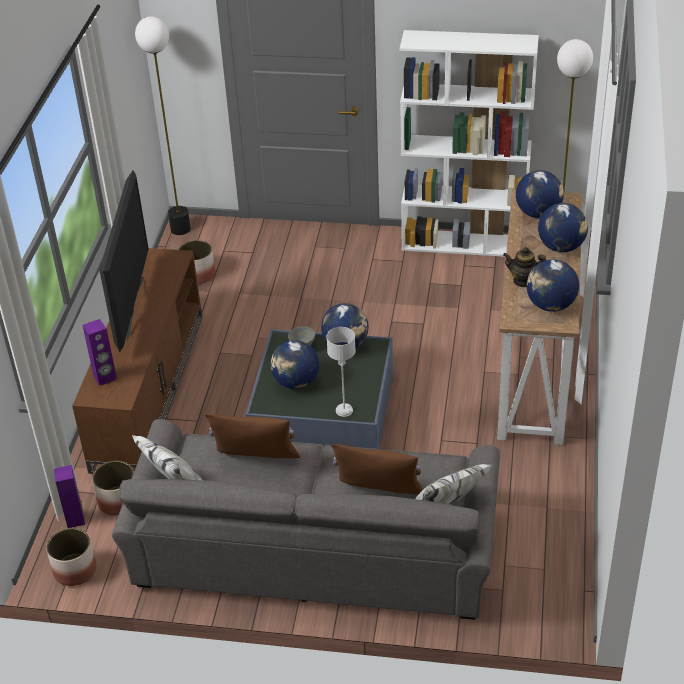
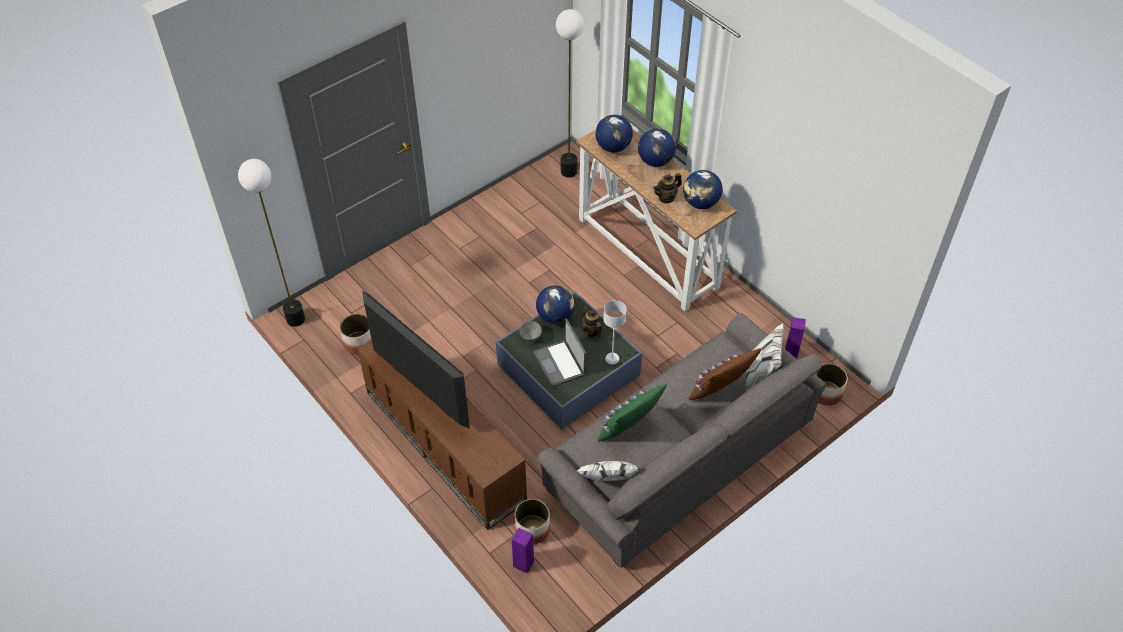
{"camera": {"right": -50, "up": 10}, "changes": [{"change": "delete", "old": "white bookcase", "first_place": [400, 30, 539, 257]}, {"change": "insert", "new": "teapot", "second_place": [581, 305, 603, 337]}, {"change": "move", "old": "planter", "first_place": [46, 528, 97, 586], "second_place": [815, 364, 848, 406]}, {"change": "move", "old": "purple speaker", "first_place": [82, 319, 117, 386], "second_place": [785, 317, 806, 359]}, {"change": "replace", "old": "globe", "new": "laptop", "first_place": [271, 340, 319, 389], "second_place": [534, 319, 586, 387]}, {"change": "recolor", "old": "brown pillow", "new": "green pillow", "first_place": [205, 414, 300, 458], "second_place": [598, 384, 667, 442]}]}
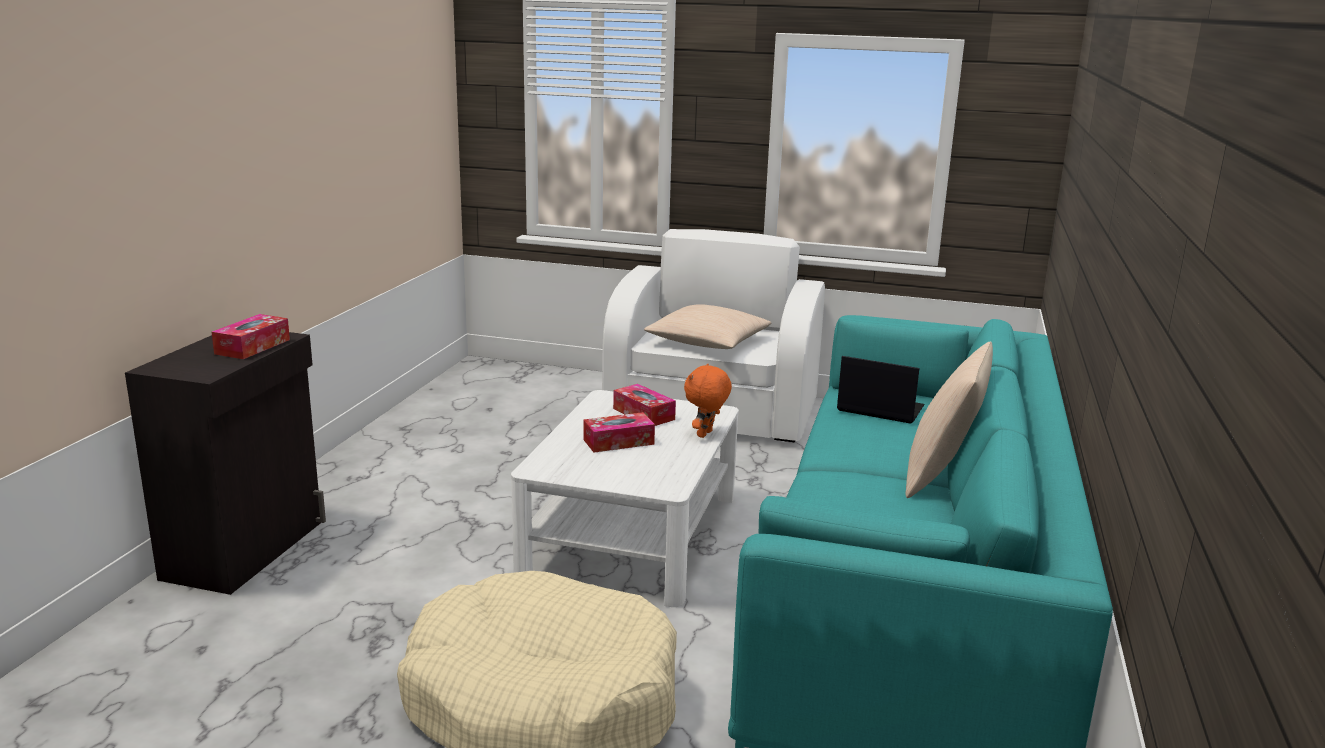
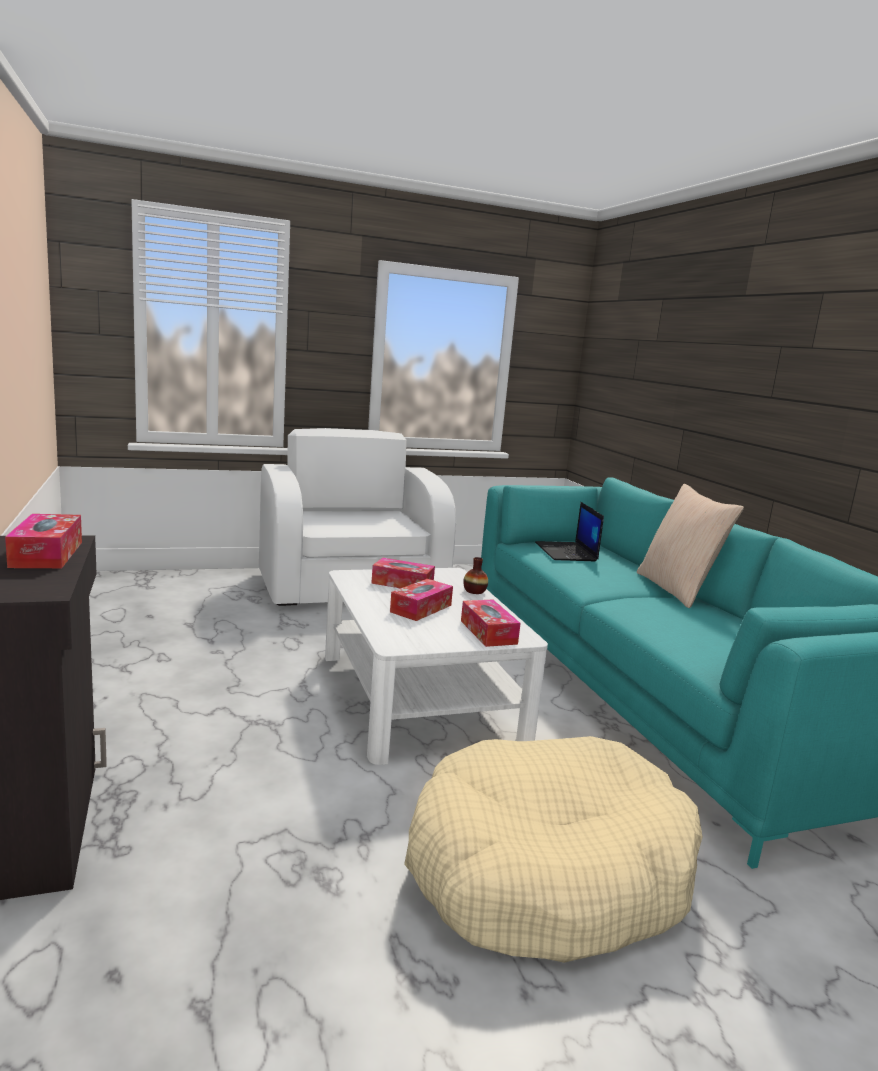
{"camera": {"right": -35, "up": -5}, "changes": [{"change": "delete", "old": "beige pillow", "first_place": [644, 304, 771, 349]}, {"change": "insert", "new": "tissue box", "second_place": [461, 599, 521, 647]}, {"change": "replace", "old": "orange plush toy", "new": "vase", "first_place": [684, 363, 732, 438], "second_place": [463, 557, 488, 594]}, {"change": "rotate", "old": "laptop", "first_place": [837, 356, 925, 424], "second_place": [535, 502, 604, 562], "degrees": -90}]}
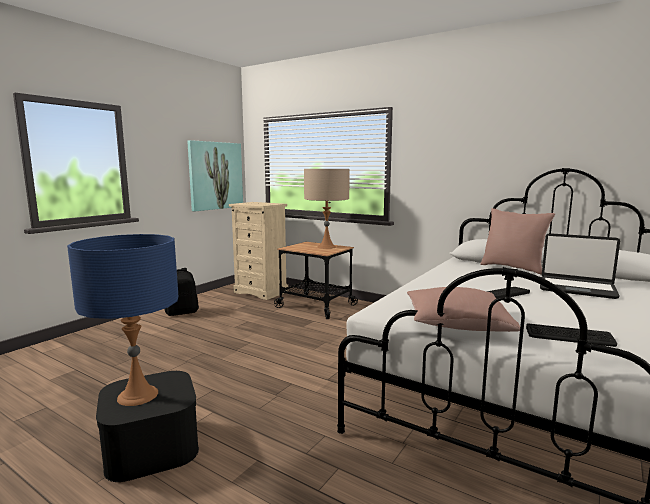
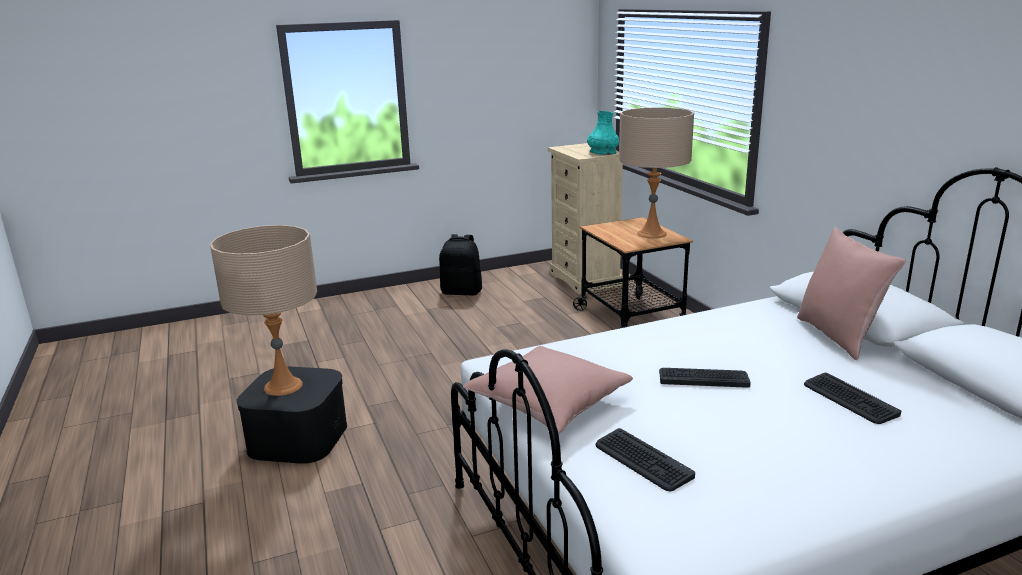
{"camera": {"right": 35, "up": 10}, "changes": [{"change": "delete", "old": "picture", "first_place": [187, 140, 243, 211]}, {"change": "insert", "new": "turquoise vase", "second_place": [587, 111, 619, 155]}, {"change": "replace", "old": "laptop", "new": "keyboard", "first_place": [540, 233, 620, 299], "second_place": [804, 373, 901, 424]}, {"change": "recolor", "old": "blue table lamp", "new": "beige table lamp", "first_place": [67, 234, 178, 406], "second_place": [210, 225, 317, 396]}]}
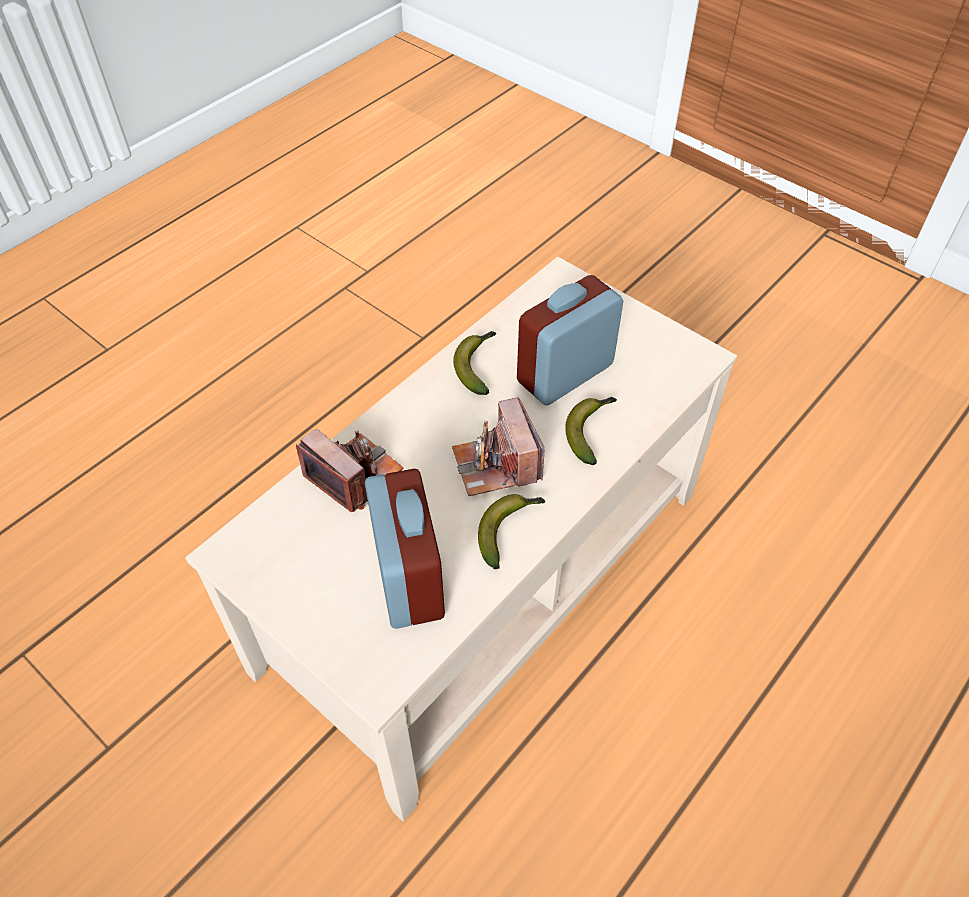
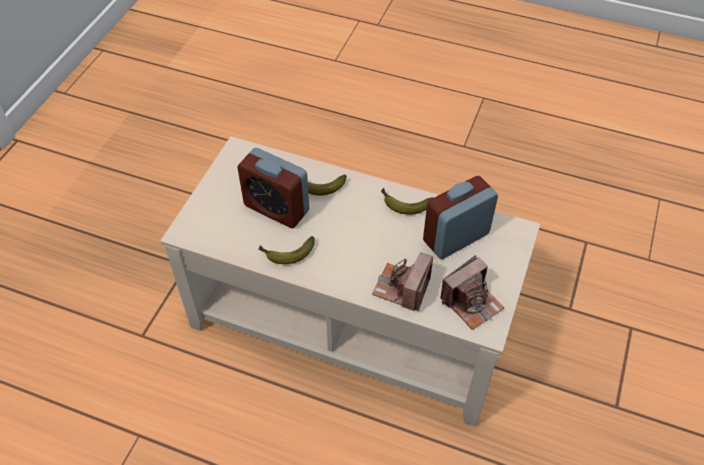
{"camera": {"right": -110, "up": 0}, "changes": [{"change": "move", "old": "photo camera", "first_place": [452, 397, 544, 496], "second_place": [440, 255, 504, 330]}]}
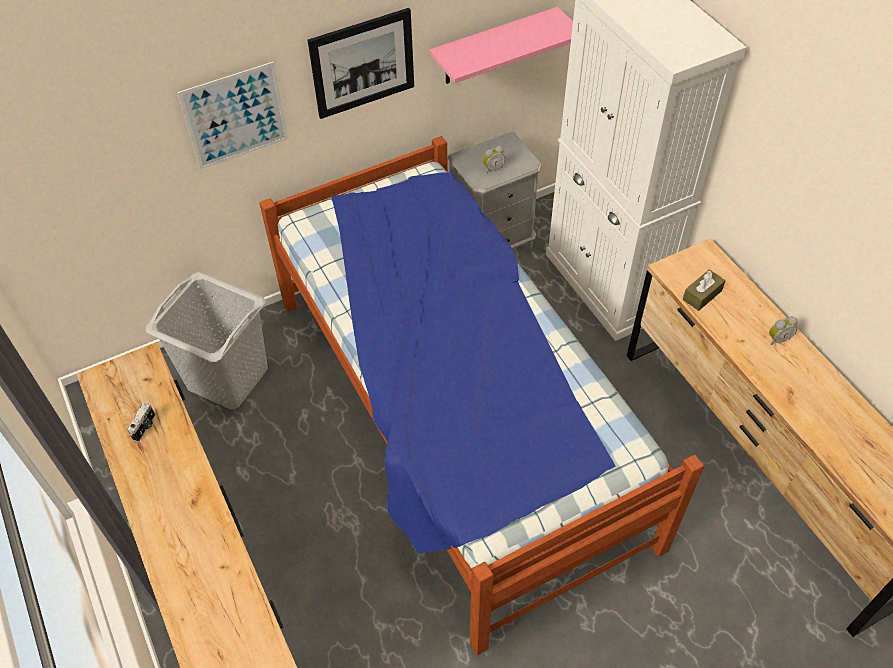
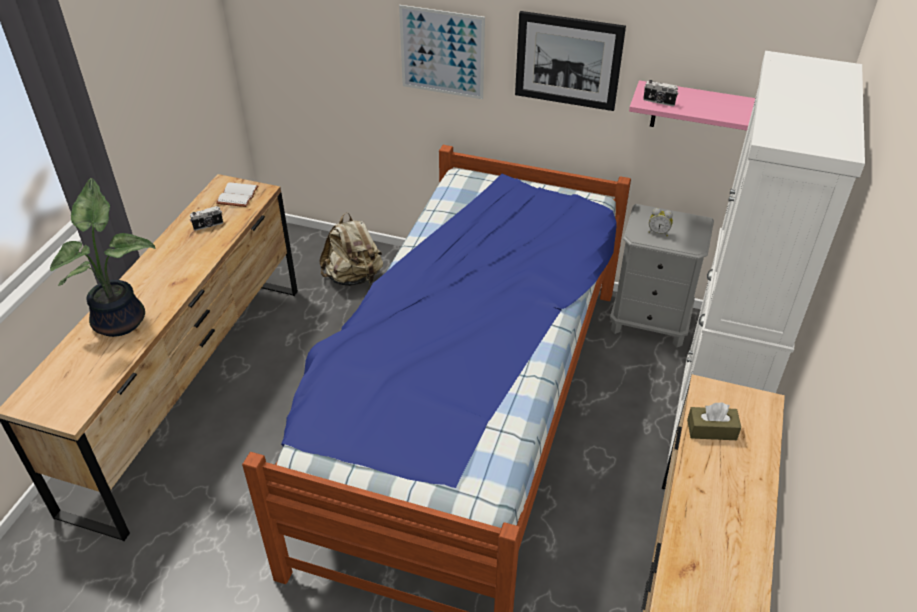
{"camera": {"right": 45, "up": -10}, "changes": [{"change": "delete", "old": "alarm clock", "first_place": [769, 316, 798, 345]}, {"change": "insert", "new": "potted plant", "second_place": [50, 178, 156, 337]}, {"change": "insert", "new": "white book", "second_place": [216, 182, 259, 207]}, {"change": "insert", "new": "photo camera", "second_place": [643, 80, 678, 106]}, {"change": "replace", "old": "grey laundry basket", "new": "beige backpack", "first_place": [145, 272, 268, 410], "second_place": [319, 212, 383, 286]}]}
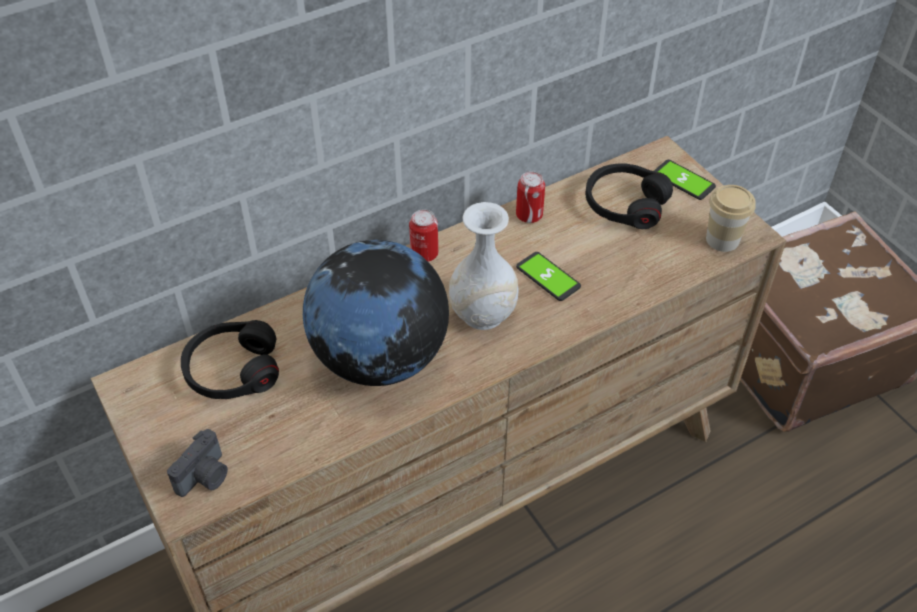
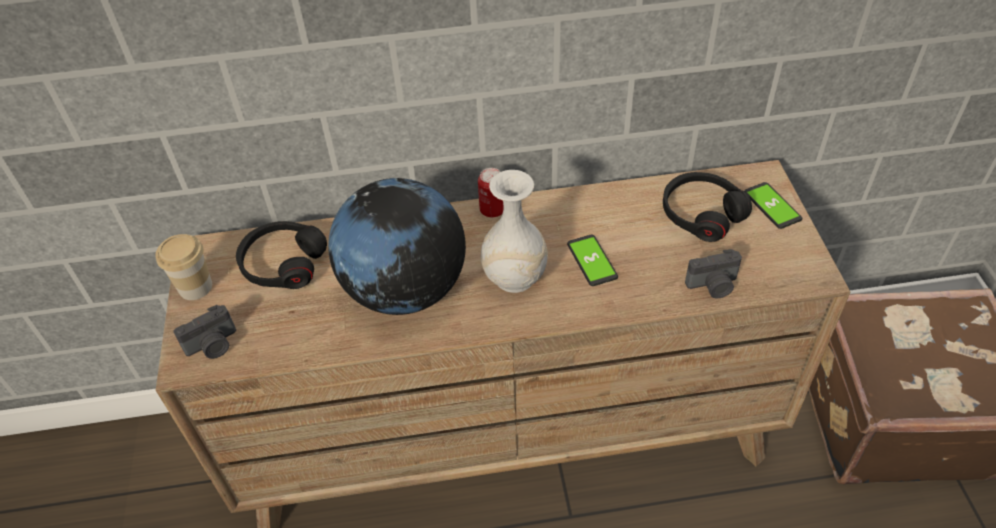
{"camera": {"right": 25, "up": 0}, "changes": [{"change": "delete", "old": "can", "first_place": [516, 171, 545, 223]}, {"change": "insert", "new": "photo camera", "second_place": [685, 249, 742, 299]}, {"change": "move", "old": "cup", "first_place": [706, 185, 756, 252], "second_place": [155, 234, 212, 300]}]}
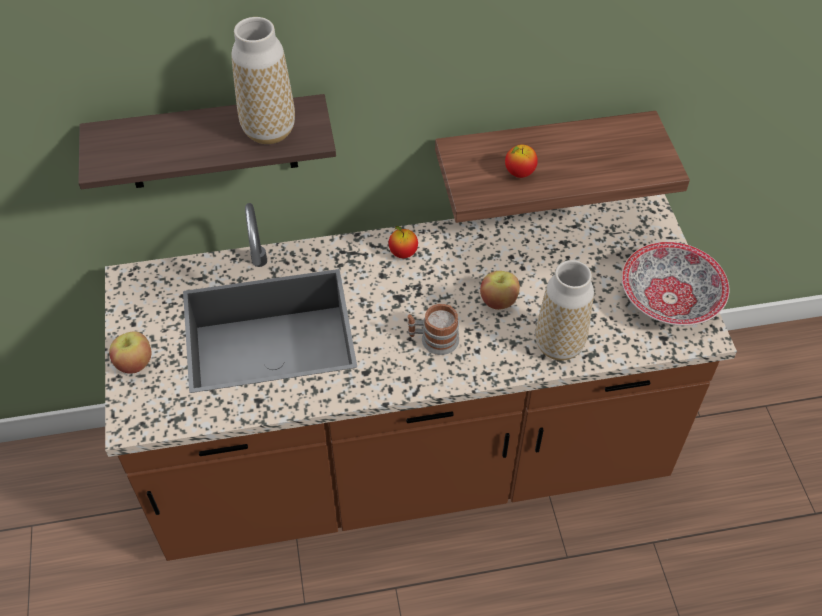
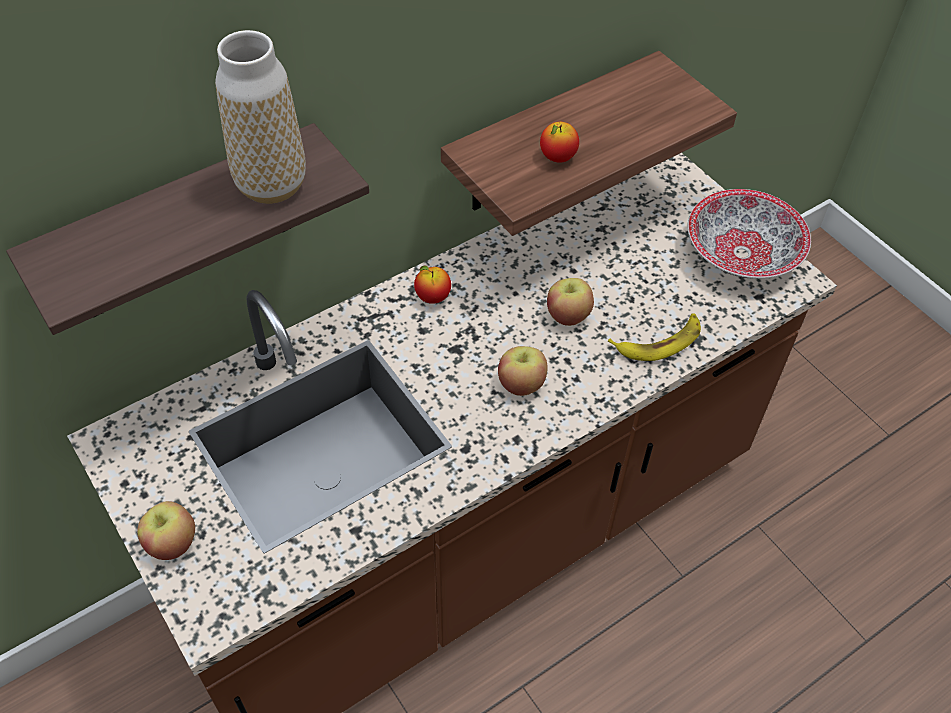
{"camera": {"right": -25, "up": 0}, "changes": [{"change": "replace", "old": "mug", "new": "apple", "first_place": [408, 304, 459, 355], "second_place": [498, 346, 548, 396]}, {"change": "replace", "old": "vase", "new": "banana", "first_place": [536, 260, 594, 361], "second_place": [608, 313, 701, 361]}]}
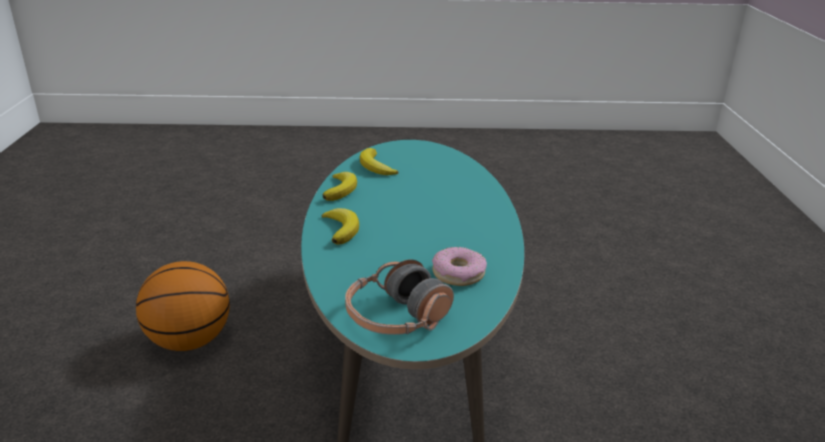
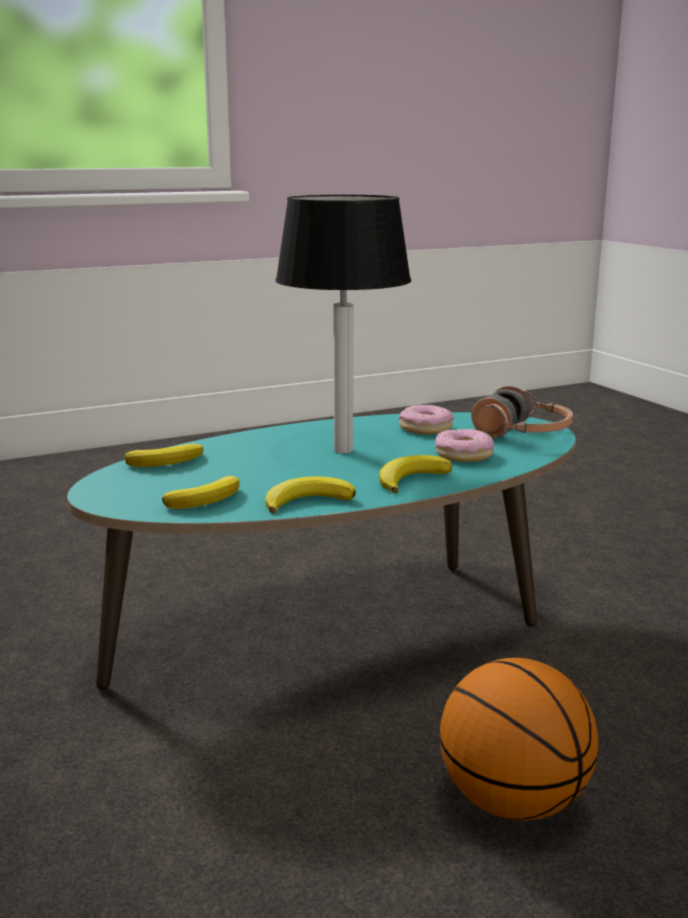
{"camera": {"right": -115, "up": -10}, "changes": [{"change": "insert", "new": "banana", "second_place": [124, 444, 203, 467]}, {"change": "insert", "new": "table lamp", "second_place": [275, 195, 411, 453]}, {"change": "insert", "new": "donut", "second_place": [436, 429, 494, 462]}]}
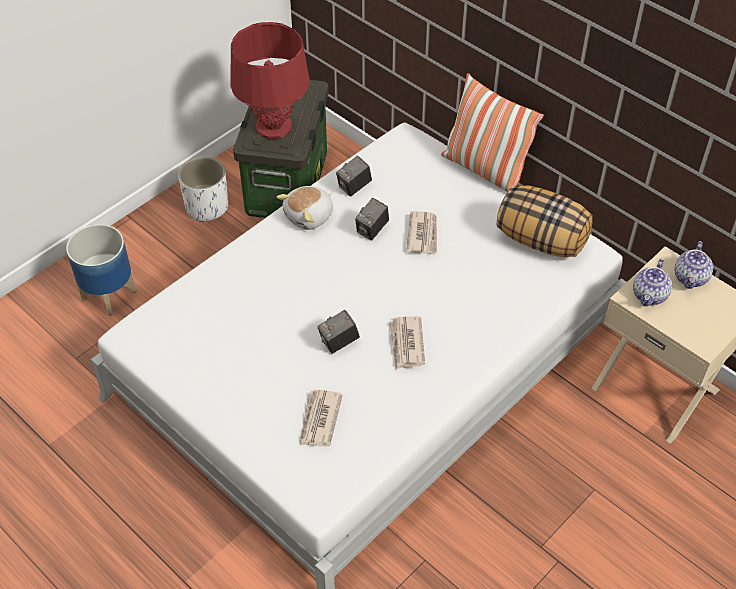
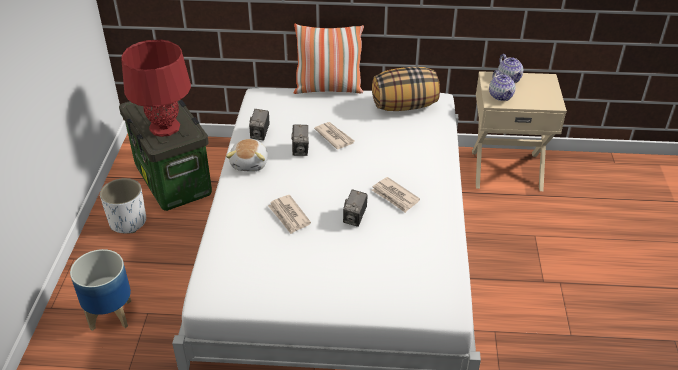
{"camera": {"right": -40, "up": -10}, "changes": [{"change": "move", "old": "newspaper", "first_place": [299, 390, 343, 447], "second_place": [268, 195, 311, 234]}]}
